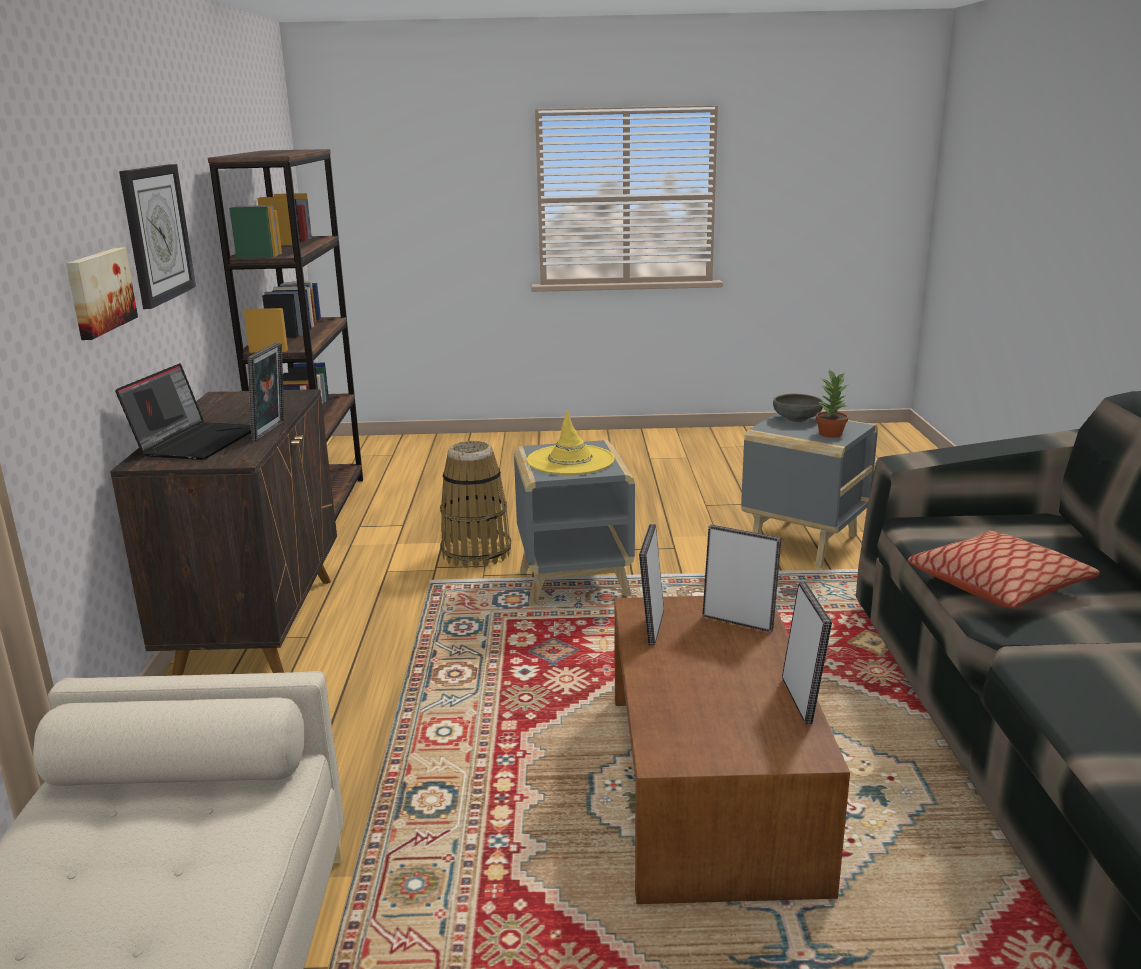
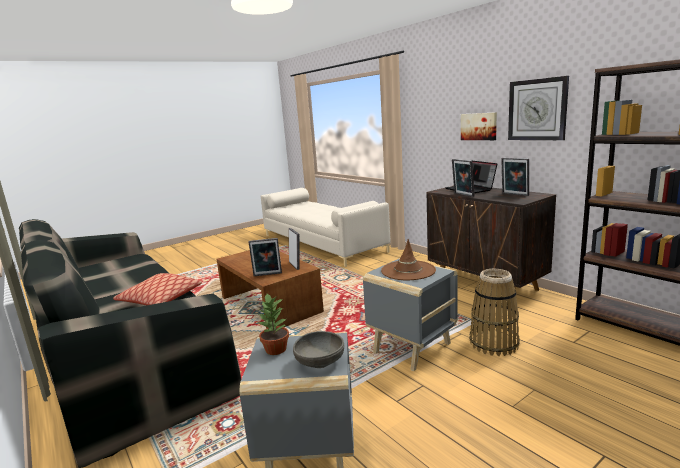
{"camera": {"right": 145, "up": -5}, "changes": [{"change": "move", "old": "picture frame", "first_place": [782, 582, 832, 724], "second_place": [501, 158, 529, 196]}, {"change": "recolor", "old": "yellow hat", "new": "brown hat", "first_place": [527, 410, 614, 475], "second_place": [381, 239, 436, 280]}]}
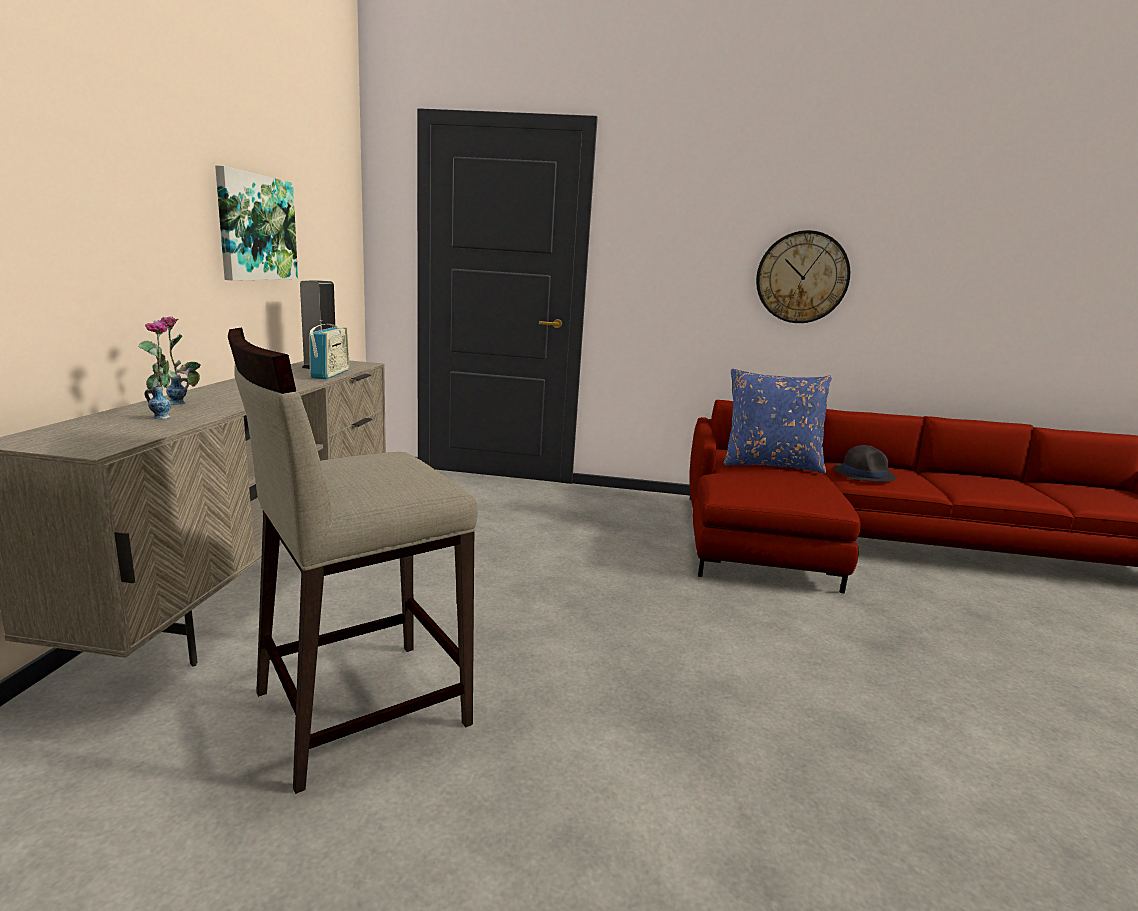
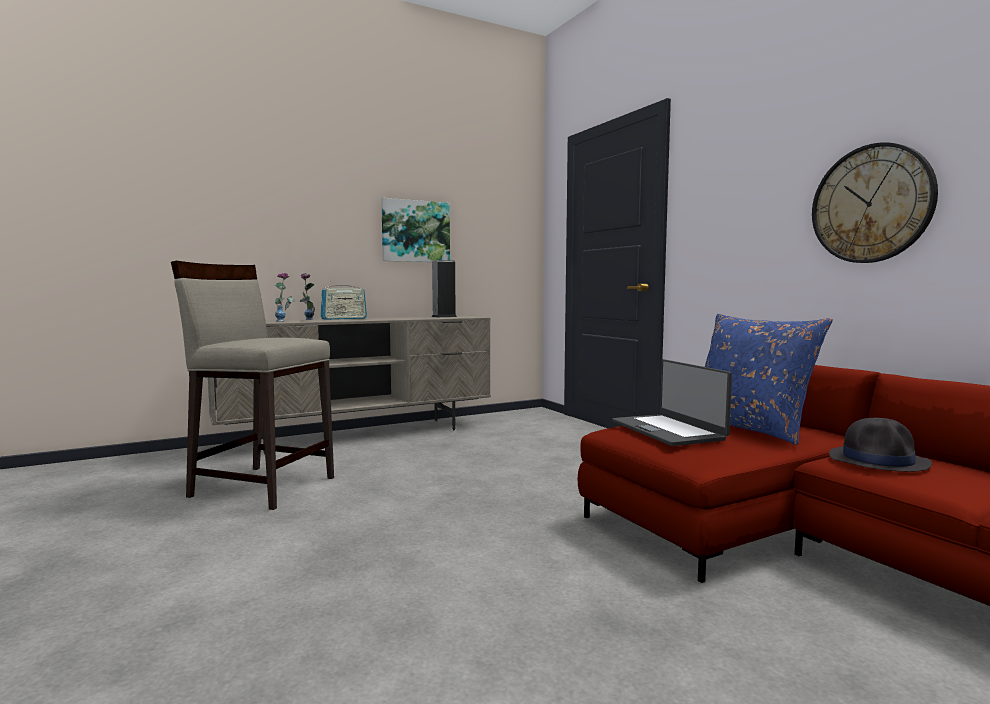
{"camera": {"right": 55, "up": -10}, "changes": [{"change": "insert", "new": "laptop", "second_place": [612, 359, 732, 446]}, {"change": "move", "old": "radio", "first_place": [309, 320, 350, 379], "second_place": [320, 281, 367, 320]}]}
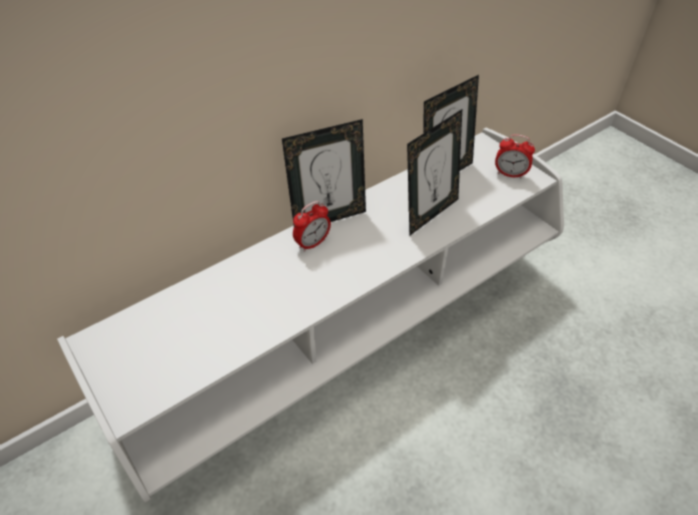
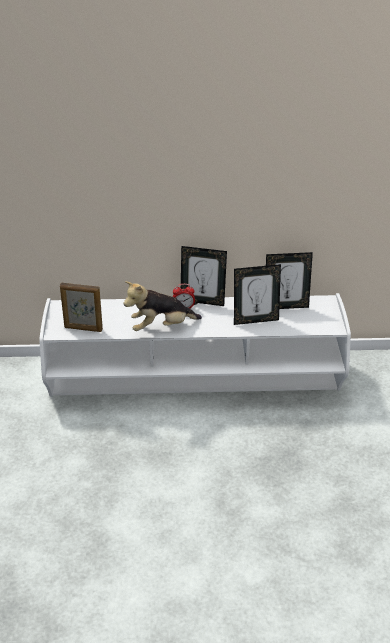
{"camera": {"right": 35, "up": -10}, "changes": [{"change": "delete", "old": "alarm clock", "first_place": [495, 134, 535, 179]}, {"change": "insert", "new": "picture frame", "second_place": [60, 283, 103, 332]}, {"change": "insert", "new": "plush toy", "second_place": [123, 281, 202, 331]}]}
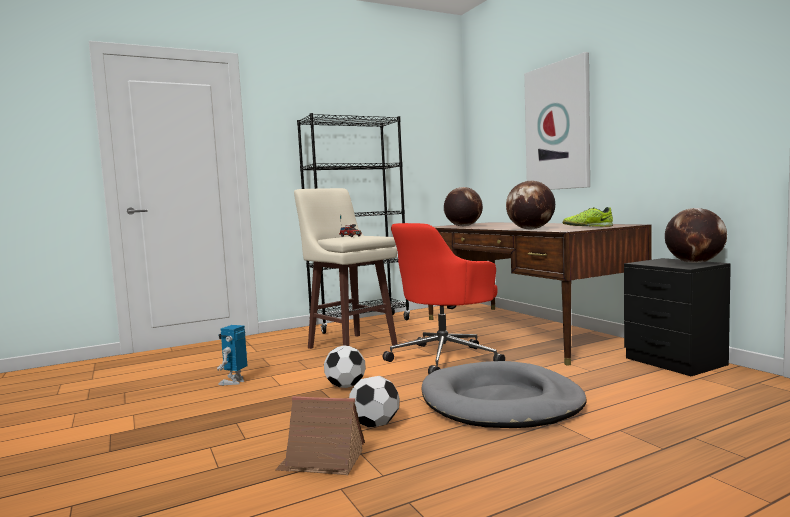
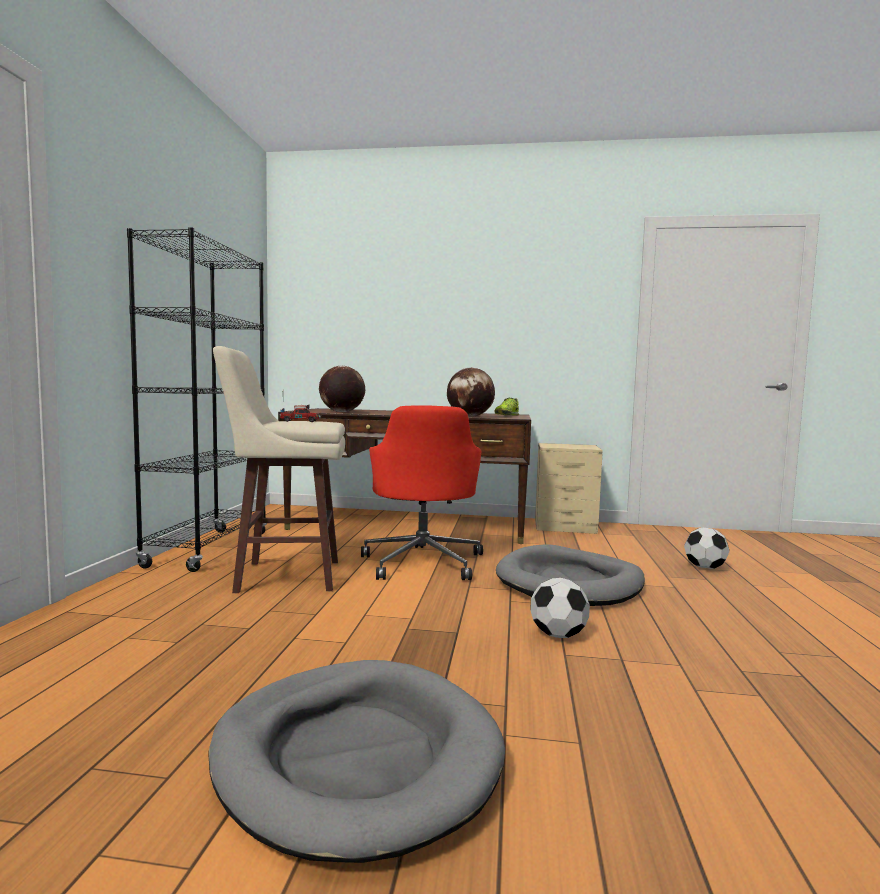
{"camera": {"right": -55, "up": 0}, "changes": [{"change": "delete", "old": "toy robot", "first_place": [217, 325, 247, 385]}, {"change": "delete", "old": "toy house", "first_place": [276, 396, 365, 475]}, {"change": "delete", "old": "picture", "first_place": [524, 52, 590, 190]}, {"change": "delete", "old": "globe", "first_place": [665, 208, 727, 263]}, {"change": "insert", "new": "grey dog bed", "second_place": [208, 660, 505, 863]}, {"change": "move", "old": "football", "first_place": [324, 345, 366, 388], "second_place": [684, 528, 729, 569]}, {"change": "recolor", "old": "black nightstand", "new": "beige nightstand", "first_place": [624, 258, 731, 376], "second_place": [535, 443, 603, 534]}]}
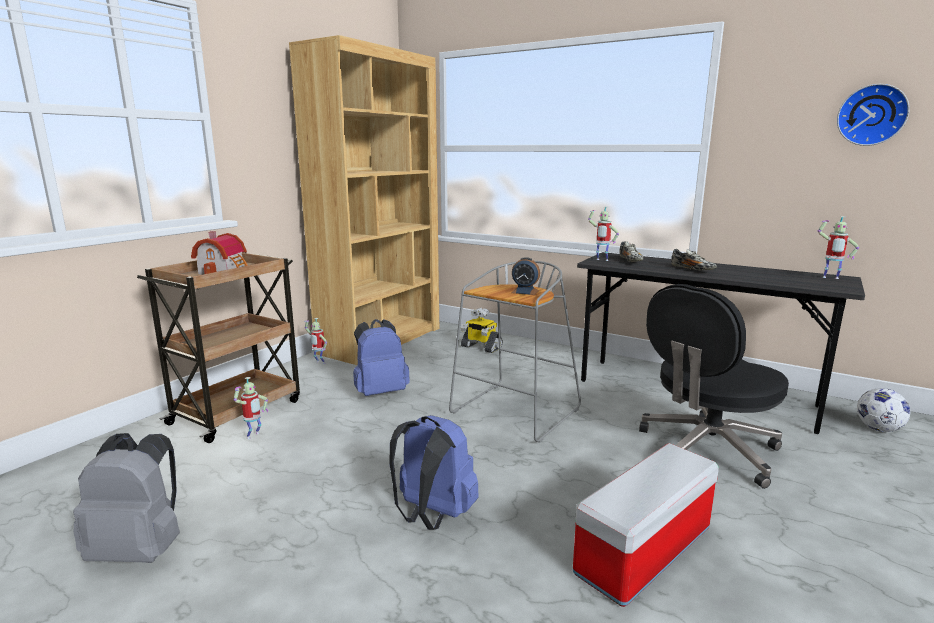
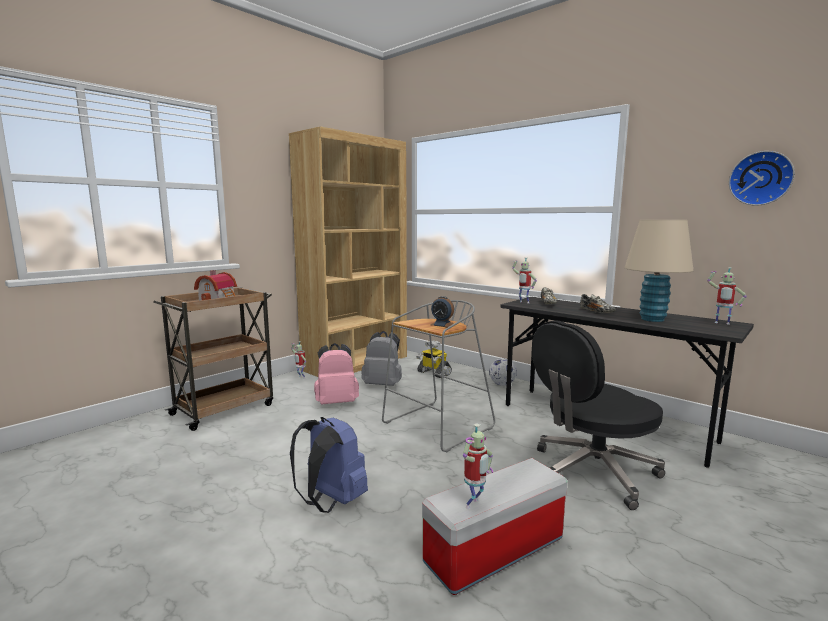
{"camera": {"right": 10, "up": -5}, "changes": [{"change": "insert", "new": "beige table lamp", "second_place": [624, 220, 694, 322]}, {"change": "move", "old": "grey backpack", "first_place": [73, 433, 180, 563], "second_place": [362, 331, 402, 386]}, {"change": "move", "old": "toy robot", "first_place": [234, 377, 268, 439], "second_place": [463, 423, 493, 509]}, {"change": "move", "old": "football", "first_place": [857, 388, 911, 432], "second_place": [489, 359, 517, 386]}, {"change": "recolor", "old": "blue backpack", "new": "pink backpack", "first_place": [353, 319, 410, 396], "second_place": [314, 343, 359, 404]}]}
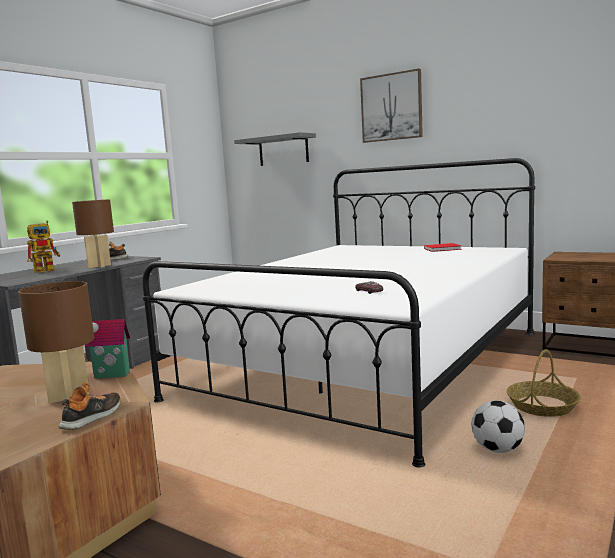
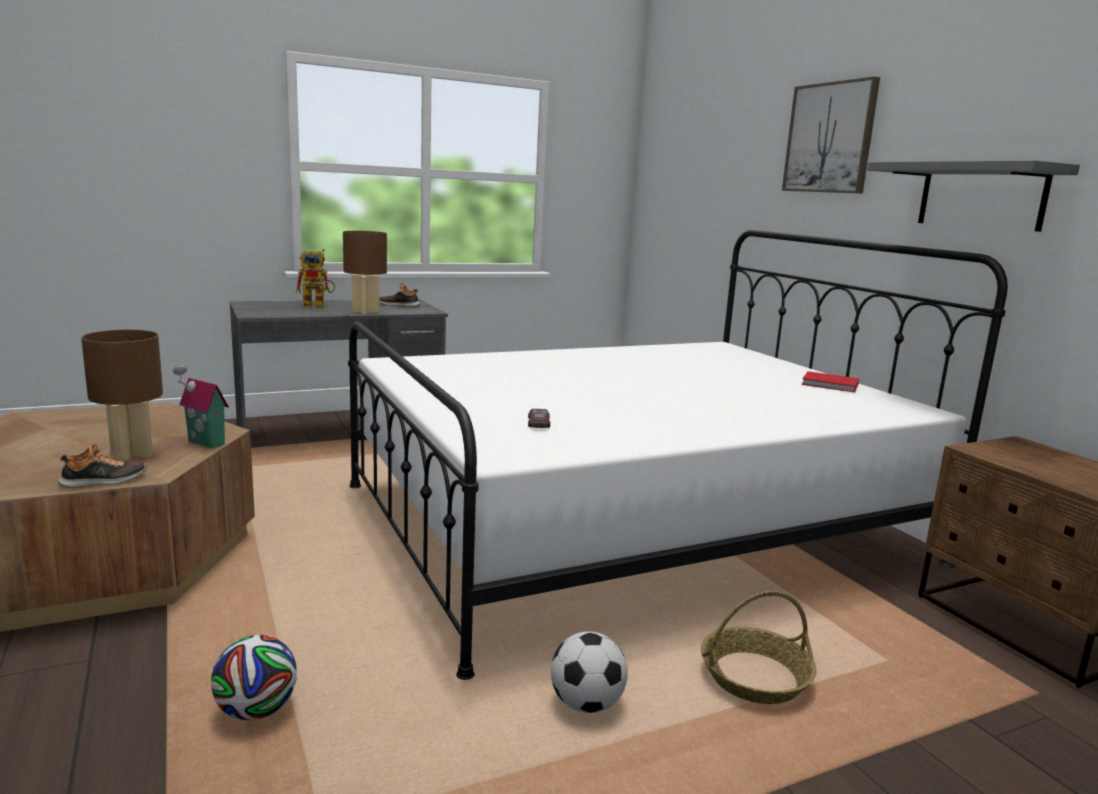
{"camera": {"right": 30, "up": 5}, "changes": [{"change": "insert", "new": "football", "second_place": [211, 635, 297, 720]}, {"change": "move", "old": "grey shelf", "first_place": [234, 132, 316, 166], "second_place": [867, 160, 1080, 232]}]}
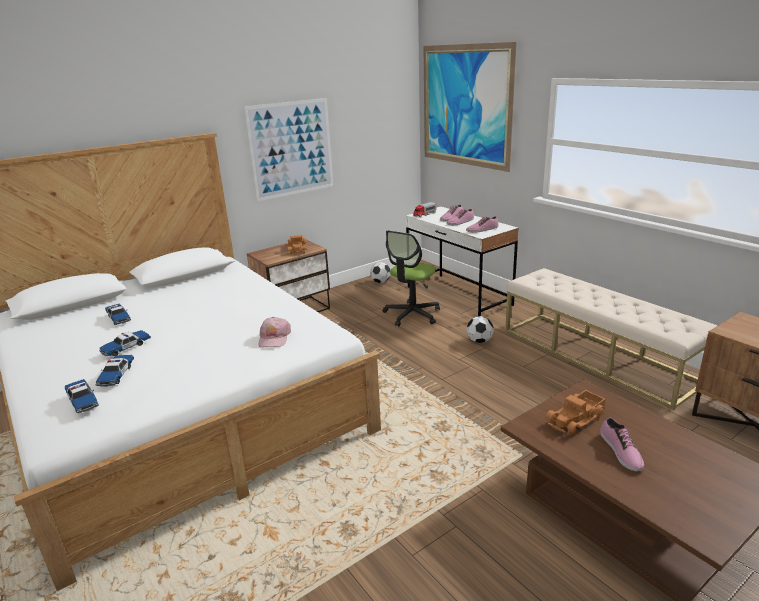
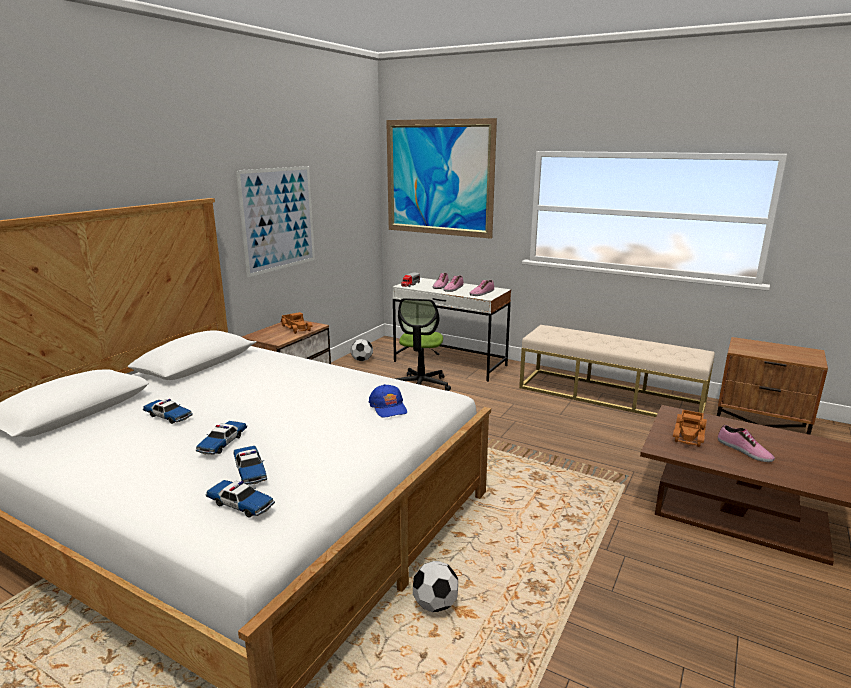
{"camera": {"right": -25, "up": -5}, "changes": [{"change": "move", "old": "football", "first_place": [467, 316, 494, 343], "second_place": [413, 561, 458, 612]}, {"change": "recolor", "old": "pink cap", "new": "blue cap", "first_place": [258, 317, 291, 347], "second_place": [369, 384, 407, 418]}]}
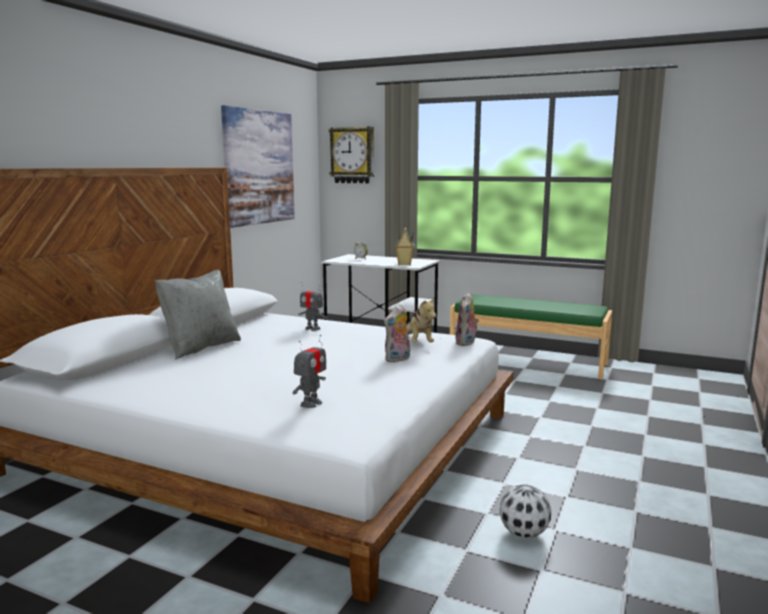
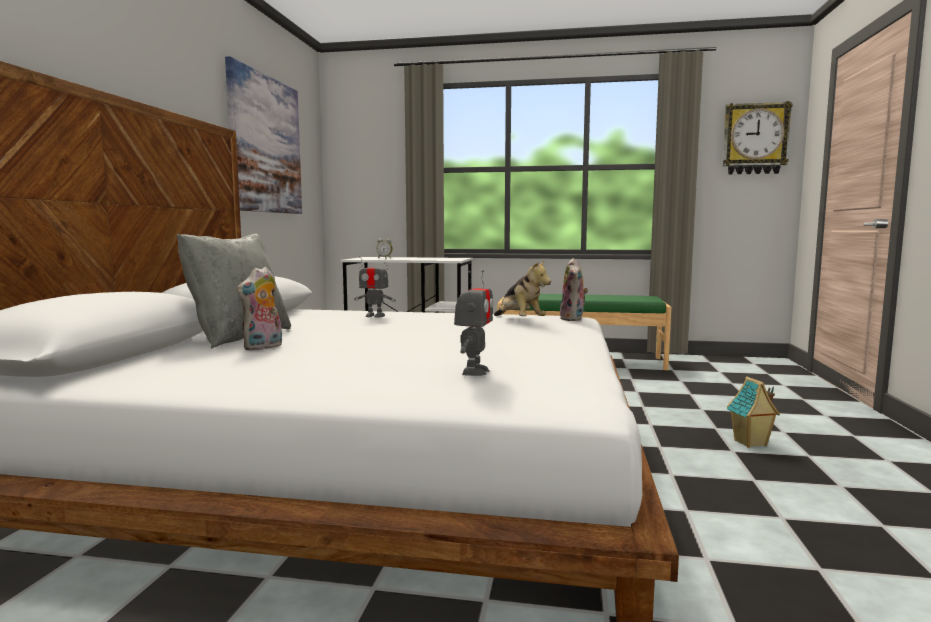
{"camera": {"right": -15, "up": -5}, "changes": [{"change": "delete", "old": "football", "first_place": [500, 485, 551, 538]}, {"change": "move", "old": "wall clock", "first_place": [329, 127, 374, 183], "second_place": [722, 101, 793, 175]}, {"change": "move", "old": "plush toy", "first_place": [384, 304, 410, 363], "second_place": [237, 267, 282, 351]}, {"change": "move", "old": "toy house", "first_place": [394, 228, 416, 266], "second_place": [727, 376, 780, 448]}]}
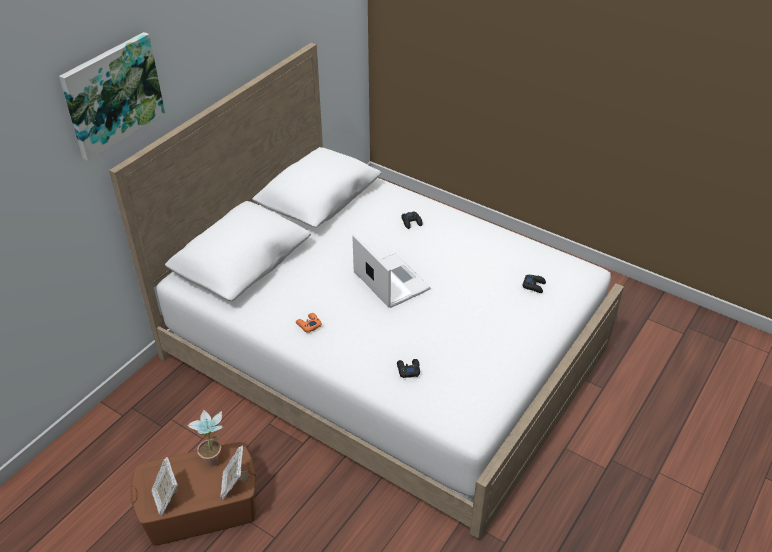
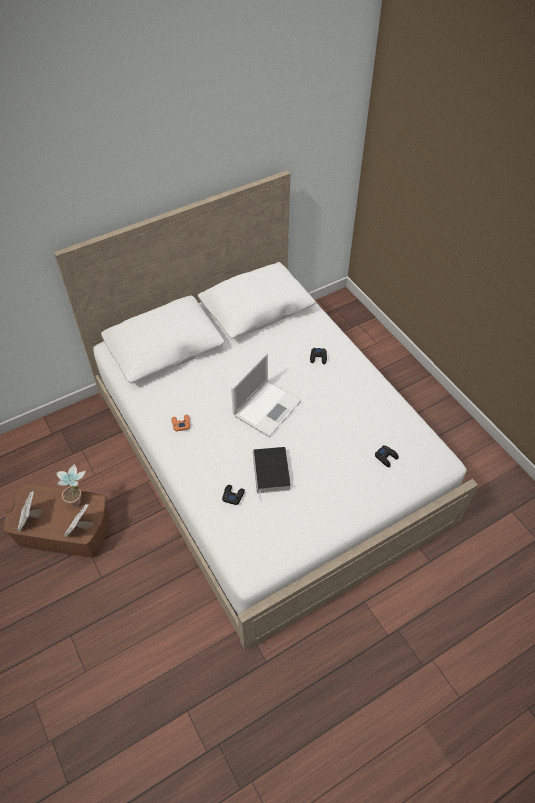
{"camera": {"right": 25, "up": 10}, "changes": [{"change": "delete", "old": "picture", "first_place": [59, 32, 165, 161]}, {"change": "insert", "new": "book", "second_place": [253, 447, 291, 501]}, {"change": "rotate", "old": "laptop", "first_place": [352, 234, 431, 308], "second_place": [231, 353, 302, 437], "degrees": 45}]}
